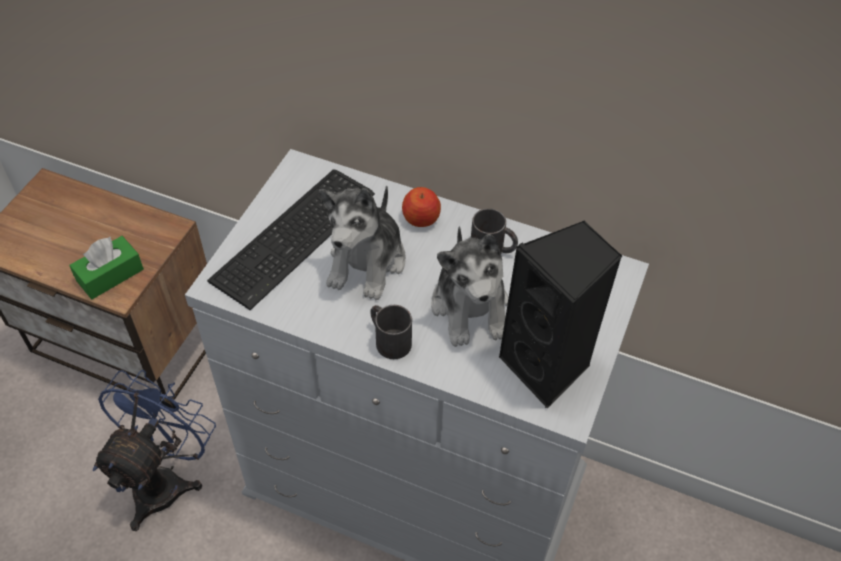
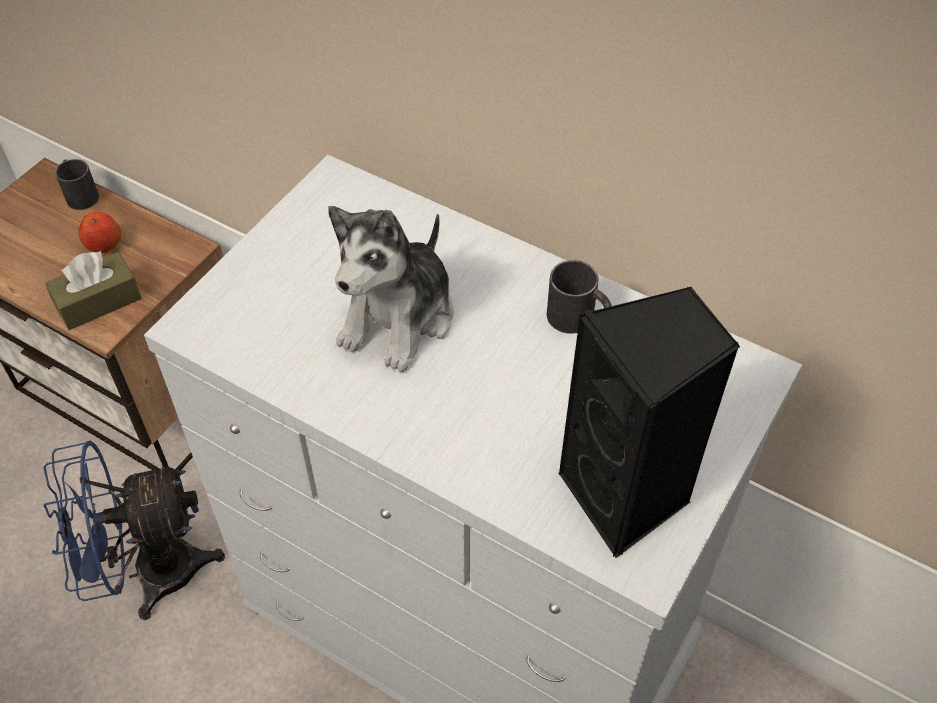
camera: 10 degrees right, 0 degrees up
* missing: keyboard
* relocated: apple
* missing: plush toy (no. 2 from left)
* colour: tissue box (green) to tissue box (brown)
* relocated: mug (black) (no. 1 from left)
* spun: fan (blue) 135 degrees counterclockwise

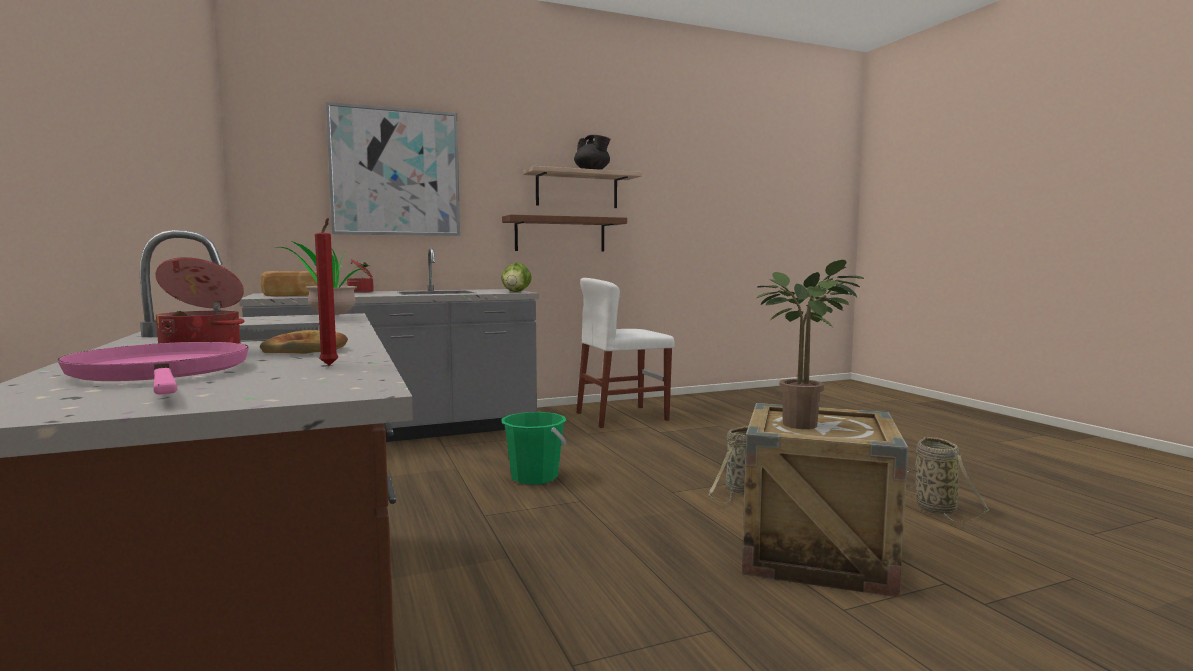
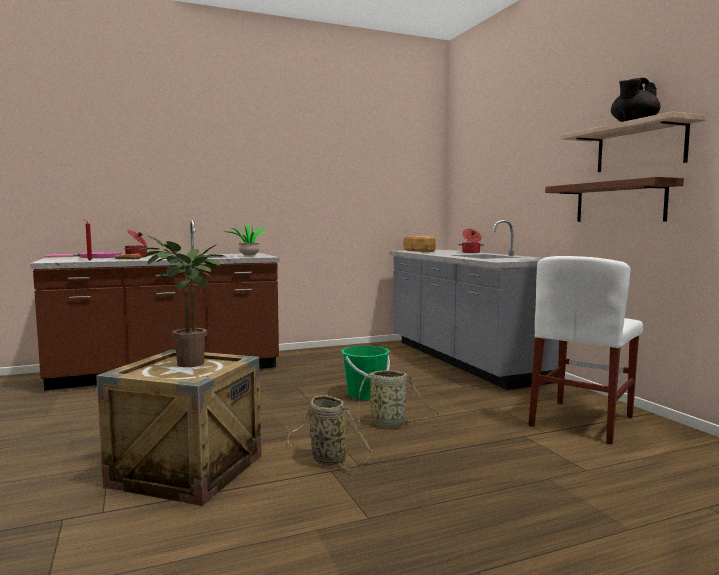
camera: 90 degrees right, 0 degrees up
* missing: picture
* missing: lettuce
* spun: chair (white) 120 degrees counterclockwise
* relocated: basket (no. 2 from left)

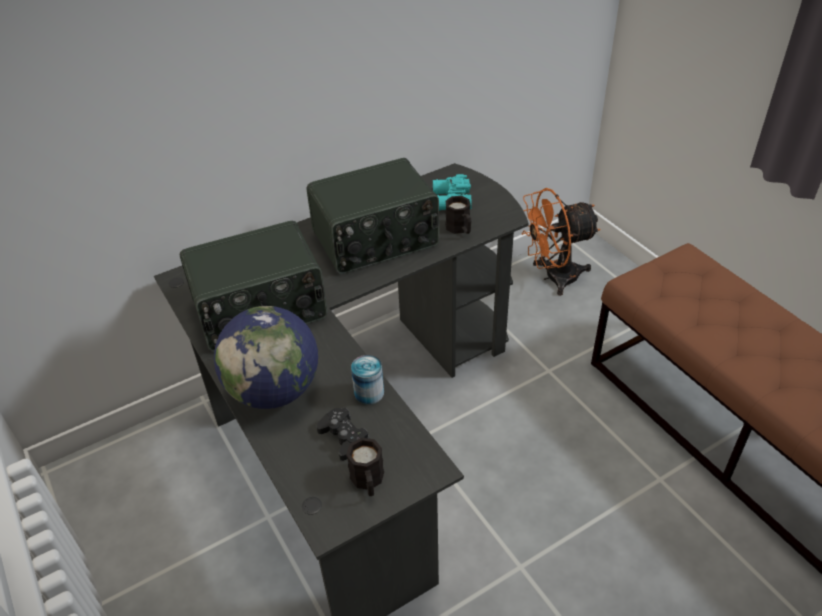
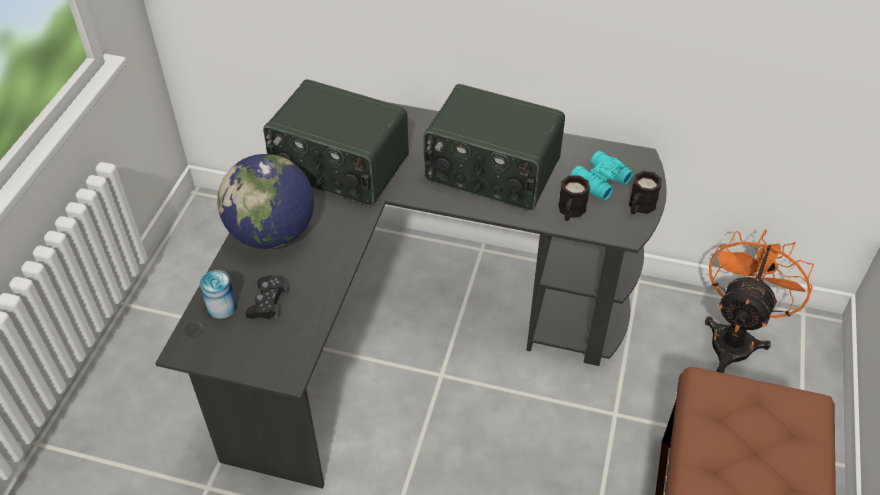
camera: 45 degrees right, 5 degrees up
* spun: fan (orange) 90 degrees clockwise
* relocated: can
* relocated: mug (black) (no. 1 from left in the first image) to mug (black) (no. 2 from left)

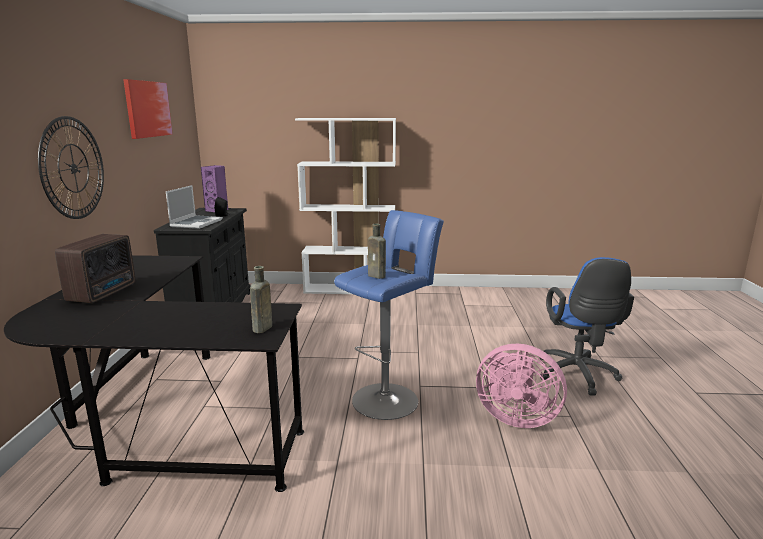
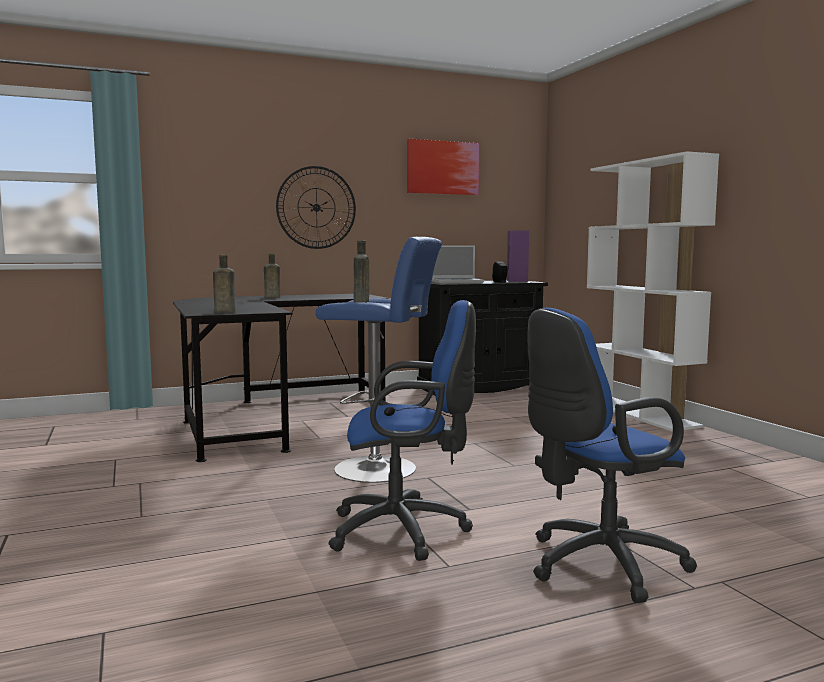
camera: 65 degrees right, 10 degrees down
* exchanged: radio to bottle (brown) (no. 2 from left)
* exchanged: fan (pink) to office chair (blue) (no. 1 from left)

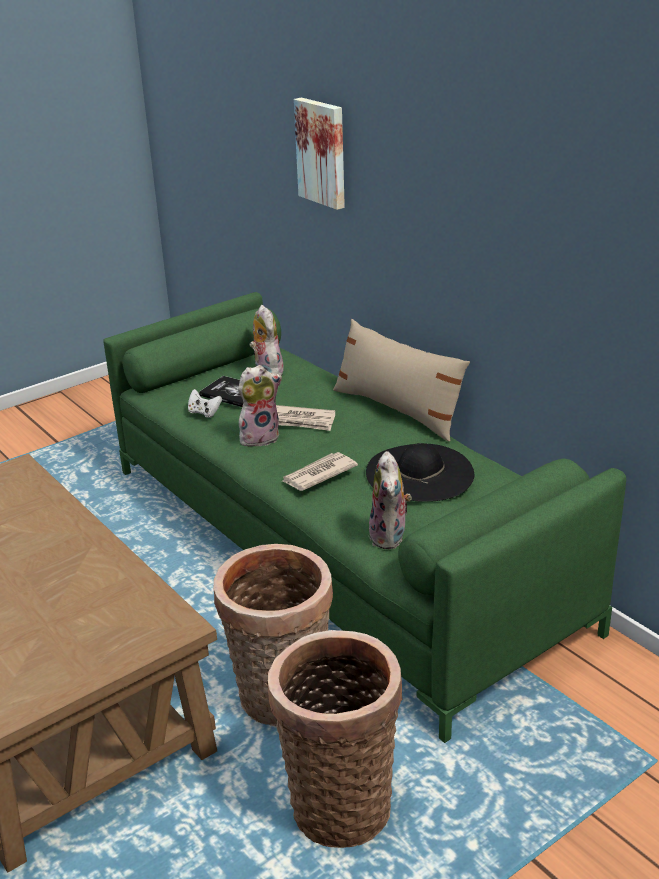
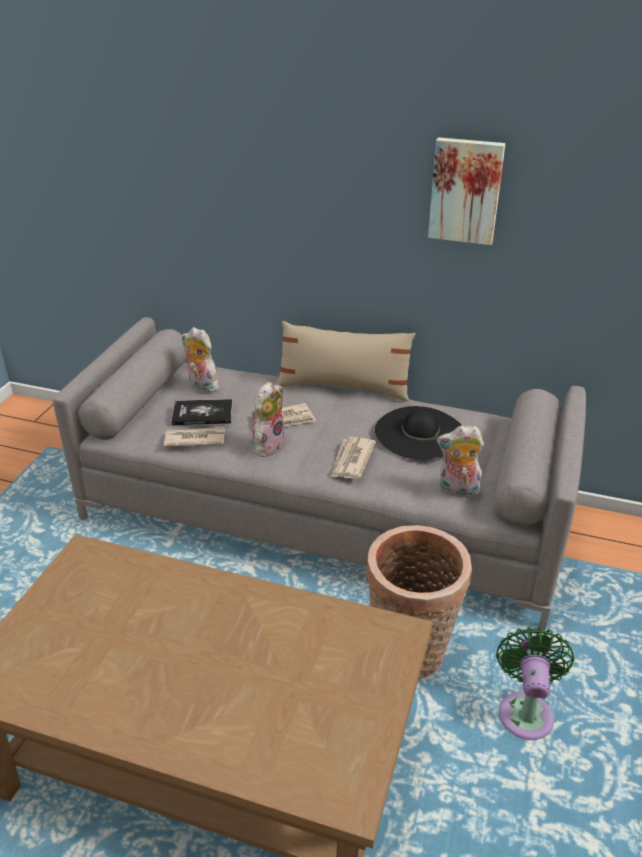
camera: 35 degrees left, 5 degrees up
* relocated: picture
* colour: sofa (green) to sofa (grey)
* exchanged: game controller (white) to newspaper (no. 1 from left)
* spun: plush toy (no. 3 from left) 135 degrees clockwise
* exchanged: basket (no. 2 from left) to fan (green)

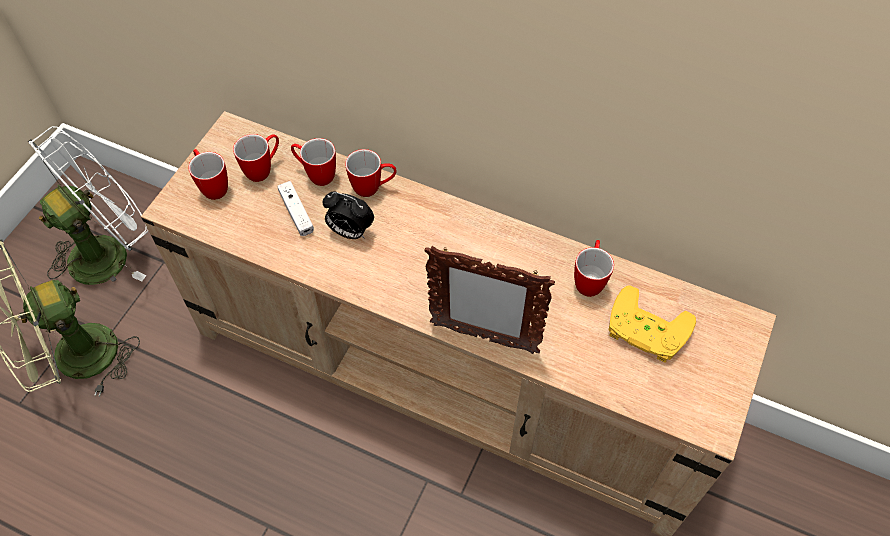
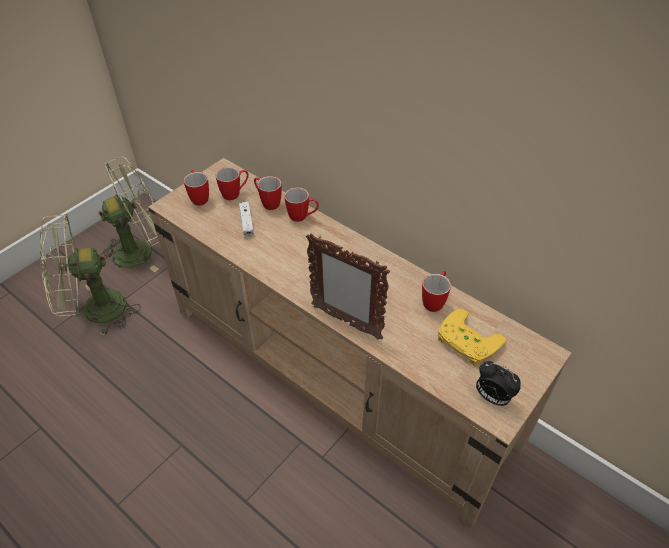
camera: 15 degrees right, 10 degrees down
* colour: fan (white) to fan (green) (no. 2 from left)
* relocated: alarm clock

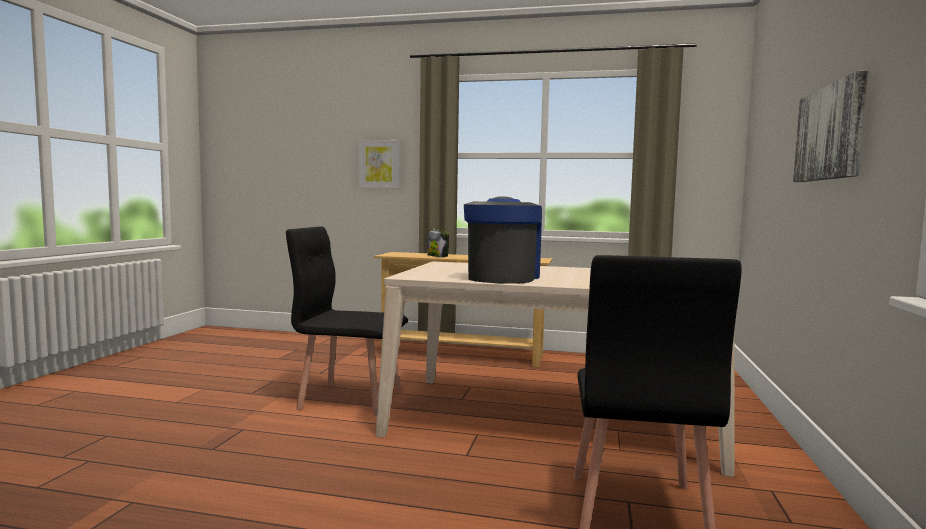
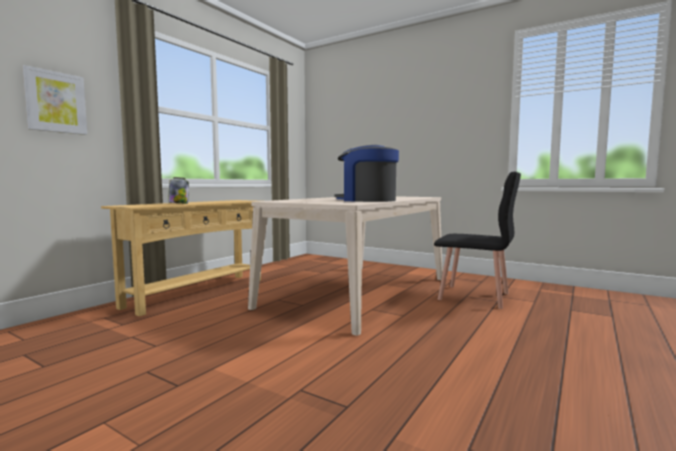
camera: 70 degrees left, 0 degrees up
* missing: picture (no. 2 from left)
* missing: chair (black) (no. 1 from left)

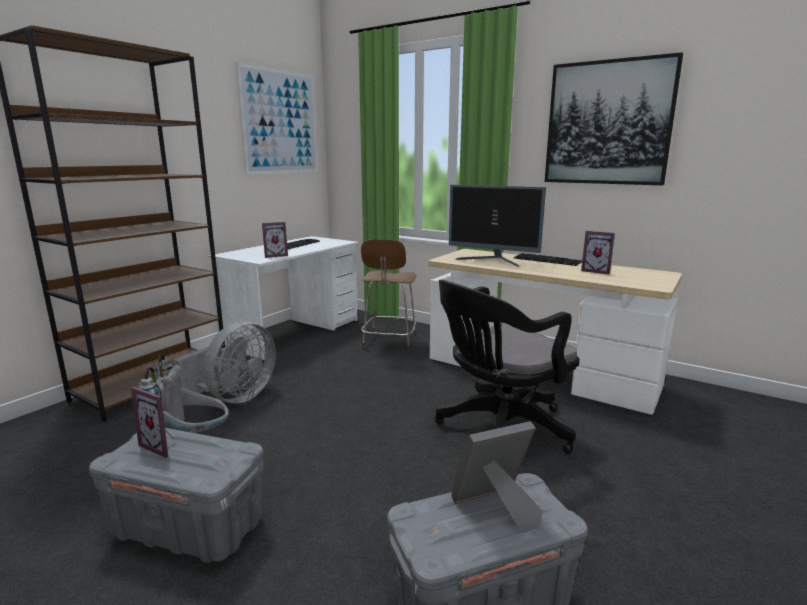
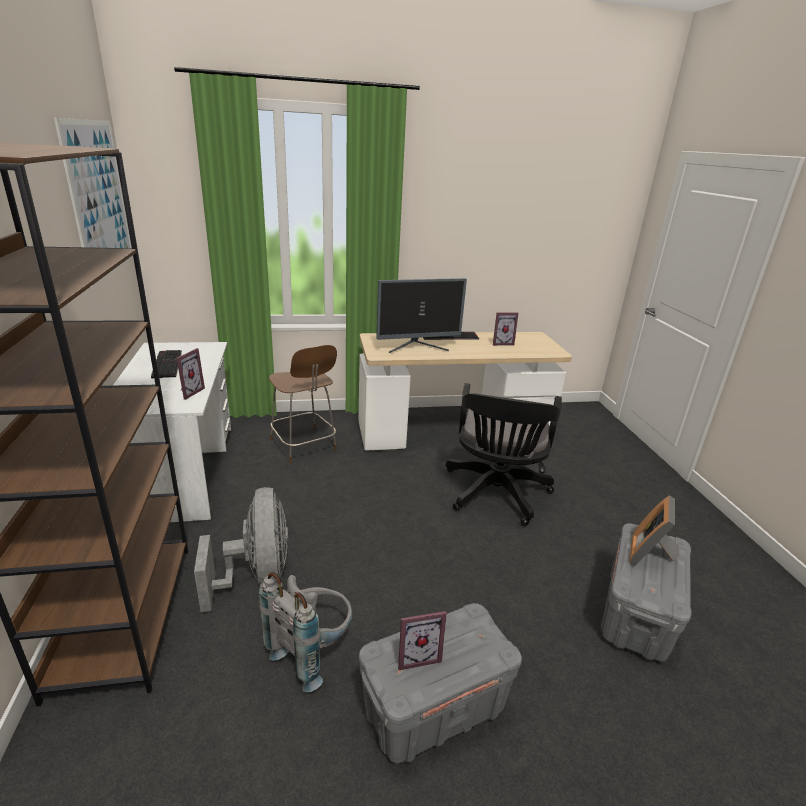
camera: 45 degrees left, 10 degrees up
* missing: picture (no. 2 from left)

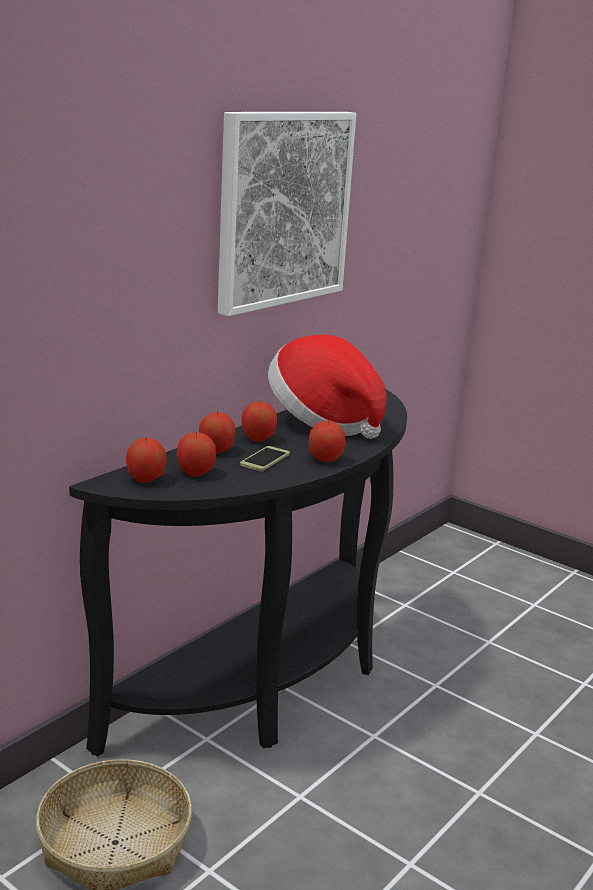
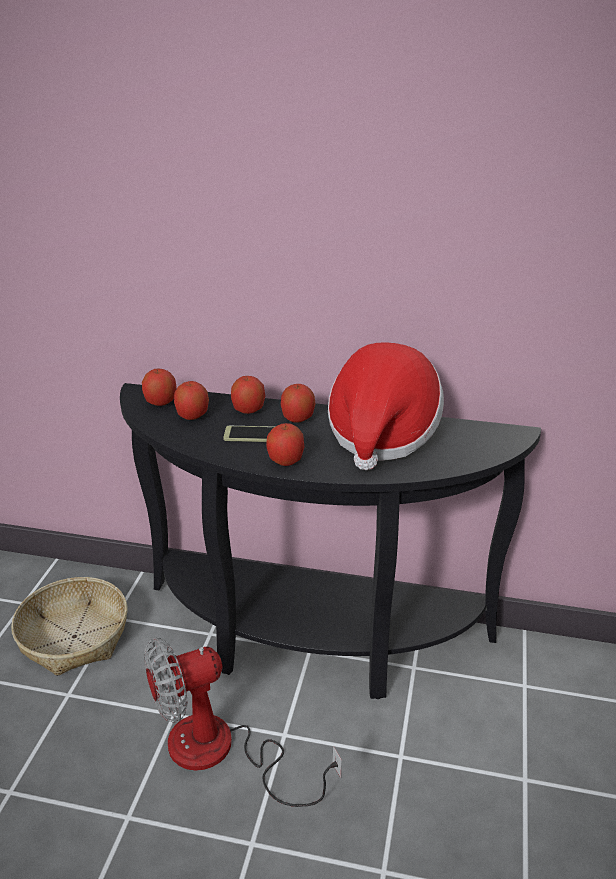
camera: 65 degrees right, 10 degrees up
* missing: picture
* appeared: fan

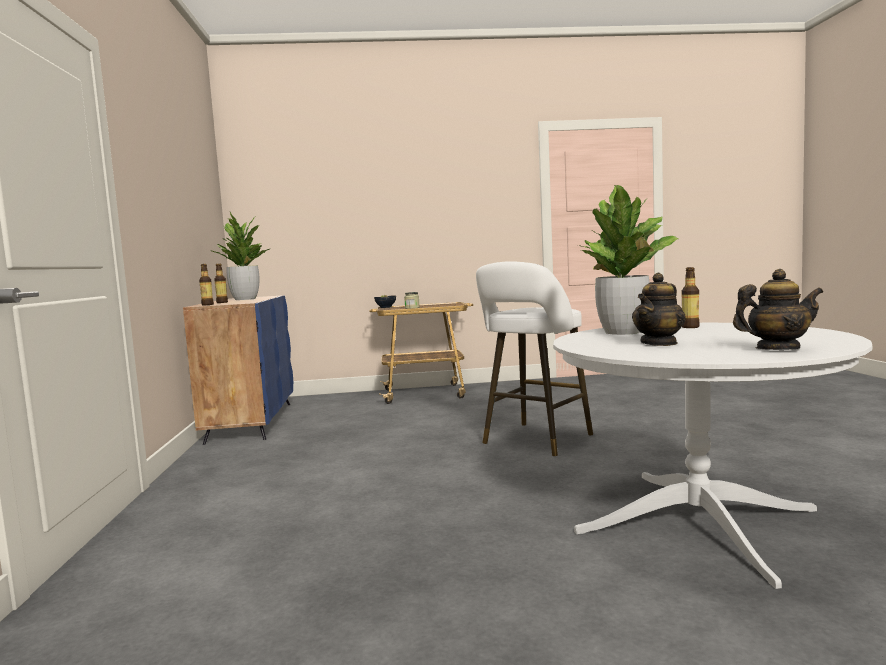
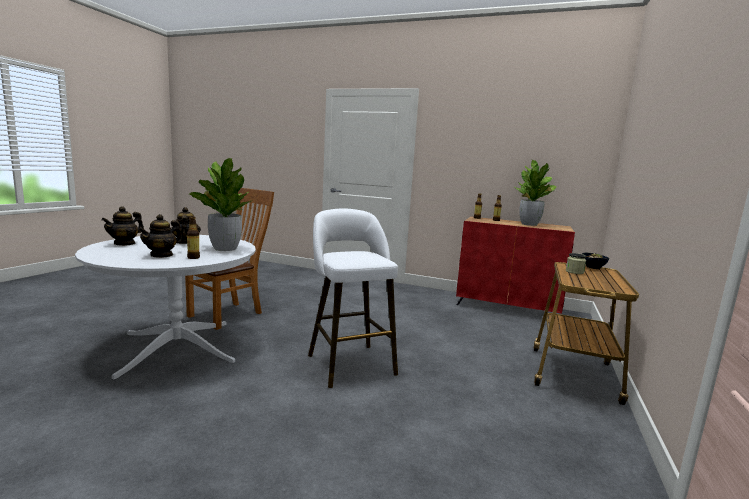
camera: 115 degrees right, 5 degrees up
* colour: cabinet (blue) to cabinet (red)
* appeared: chair (brown)
* appeared: teapot (no. 2 from left)

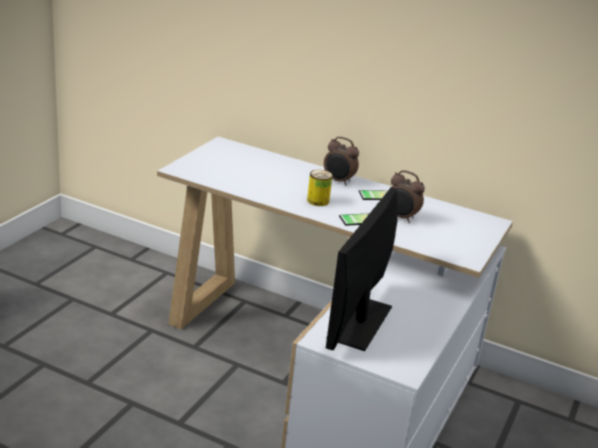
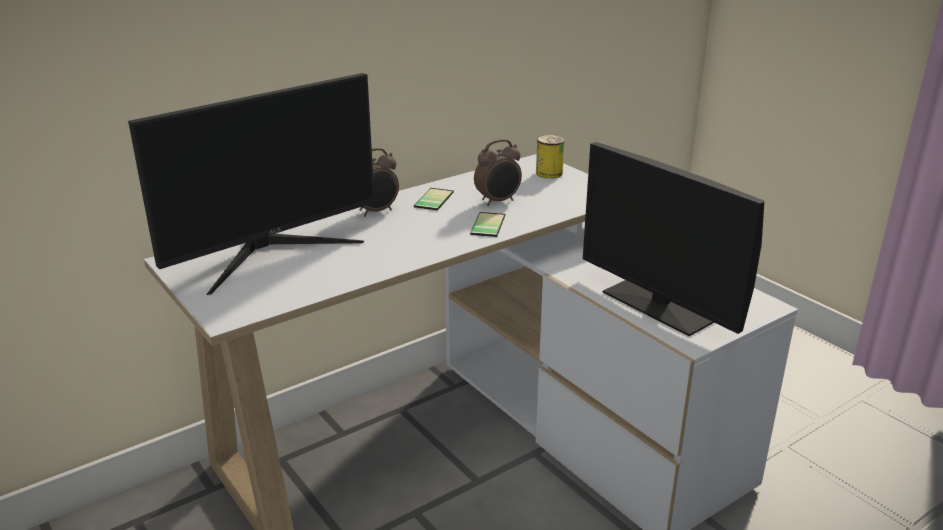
camera: 60 degrees left, 0 degrees up
* relocated: can
* appeared: monitor (no. 1 from left)

